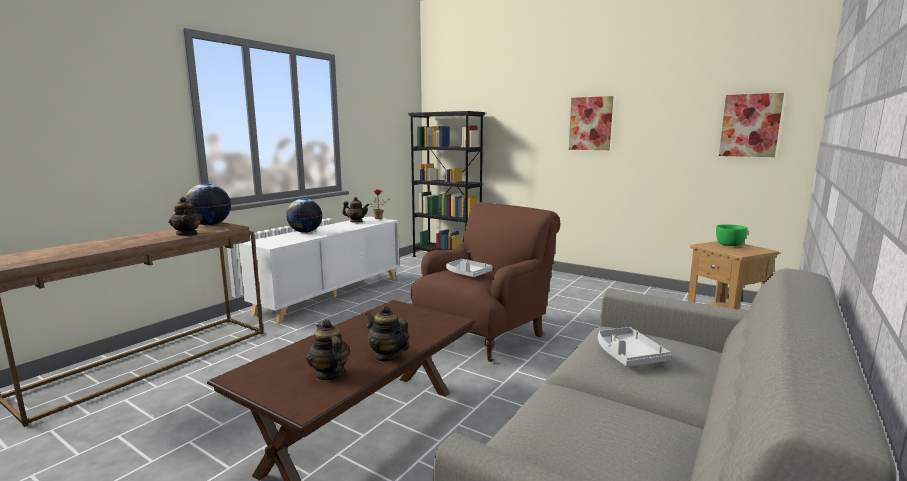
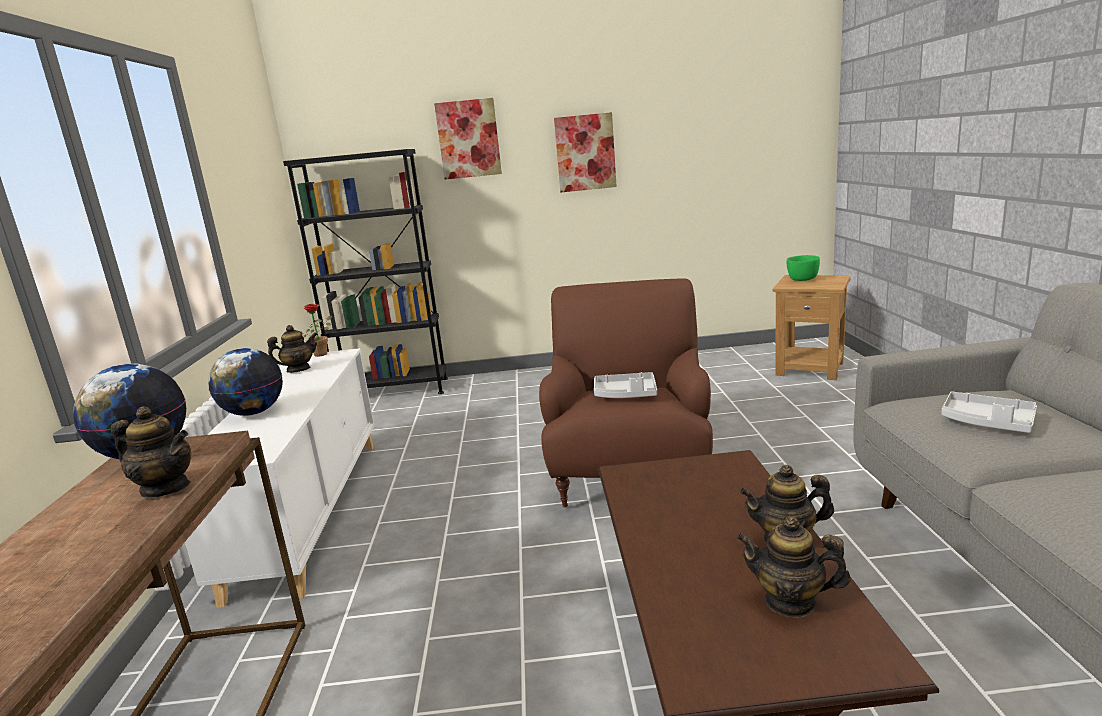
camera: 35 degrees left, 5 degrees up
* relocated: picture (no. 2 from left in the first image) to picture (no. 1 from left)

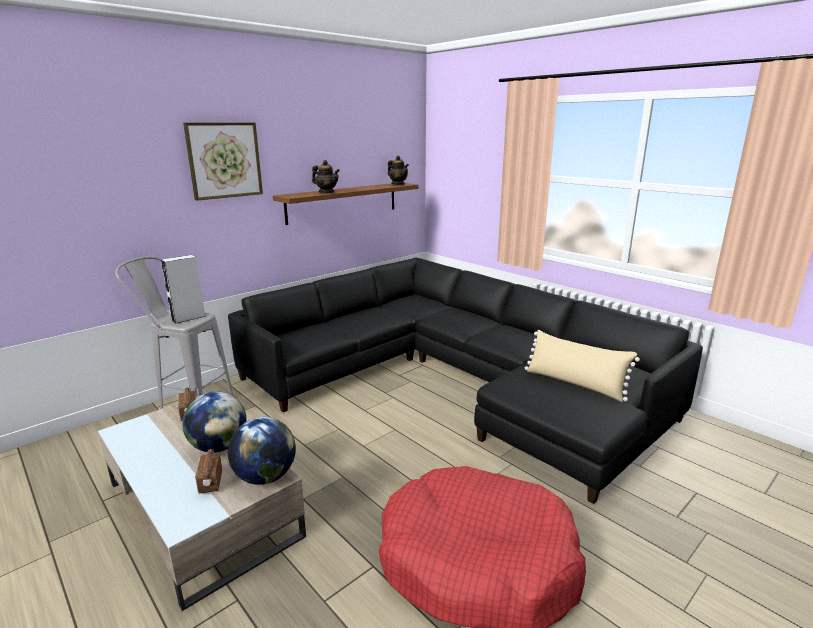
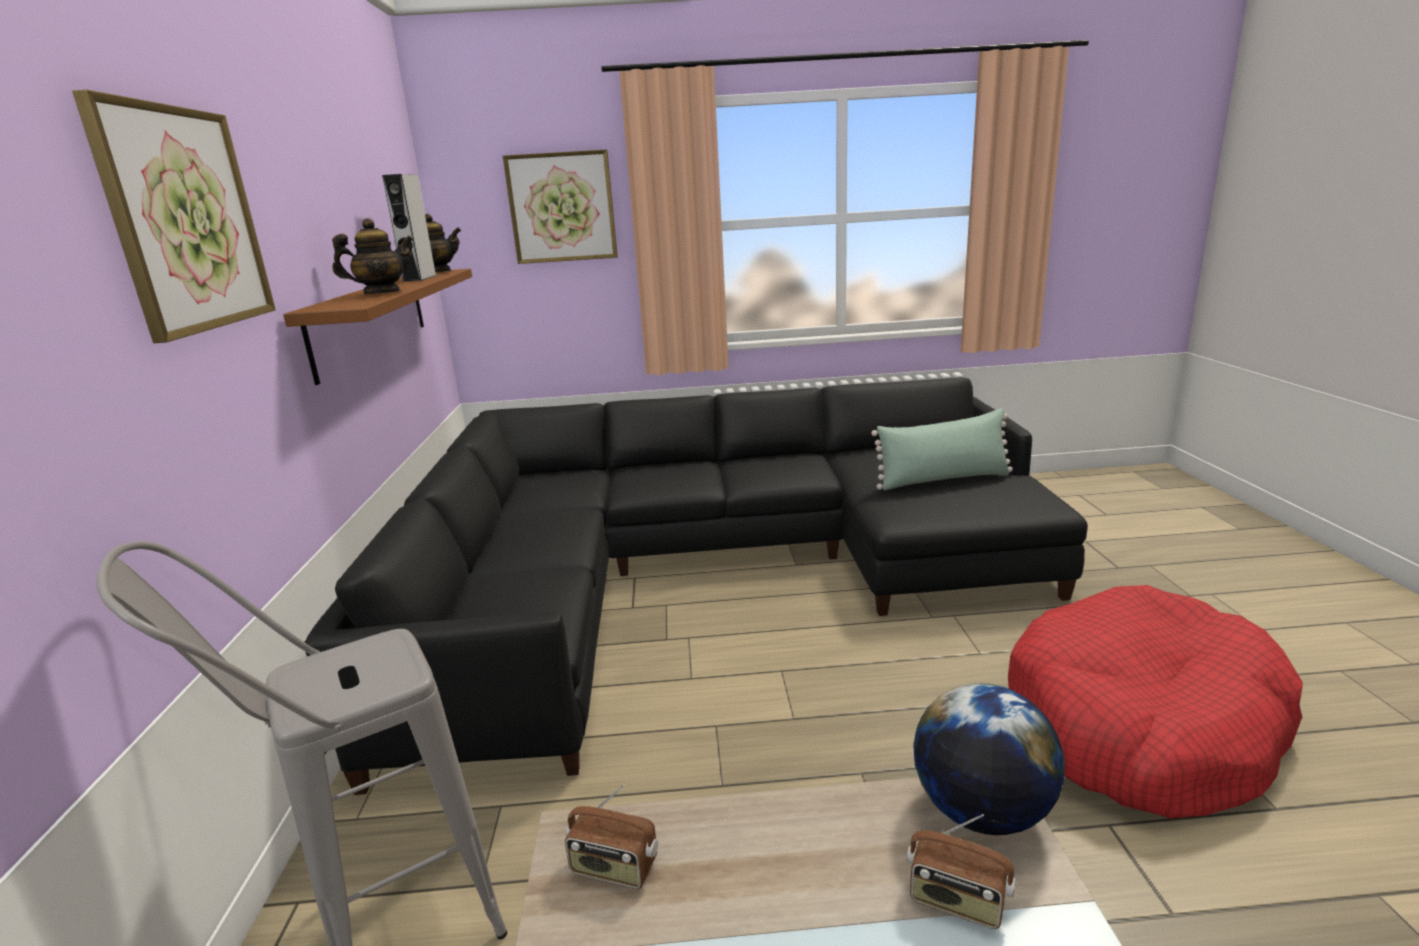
camera: 50 degrees left, 0 degrees up
* relocated: speaker (grey)
* colour: pillow (beige) to pillow (green)
* missing: globe (no. 1 from left)
* appeared: picture (no. 2 from left)

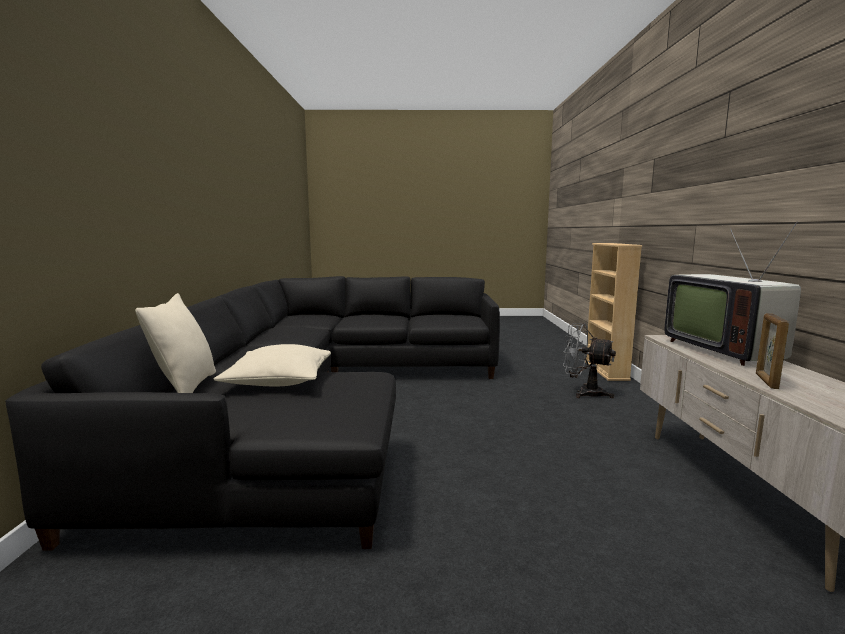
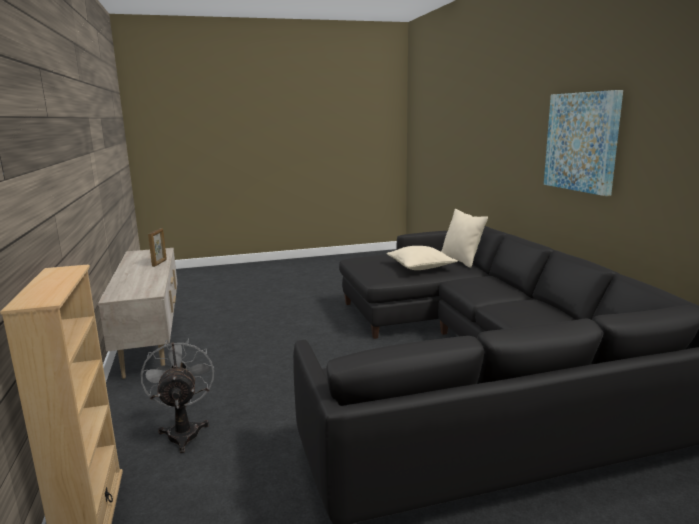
camera: 165 degrees right, 5 degrees up
* missing: television
* spun: fan (grey) 120 degrees counterclockwise
* appeared: picture

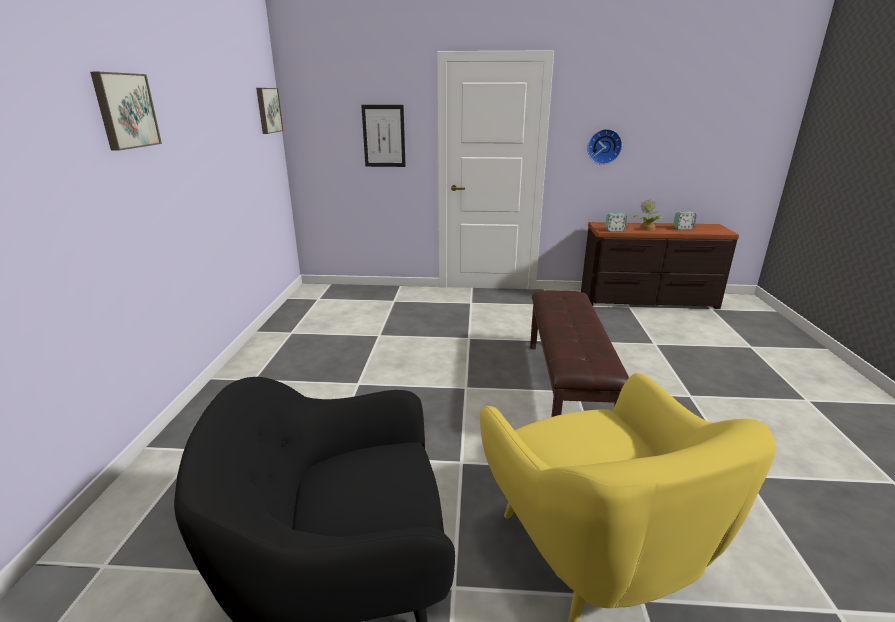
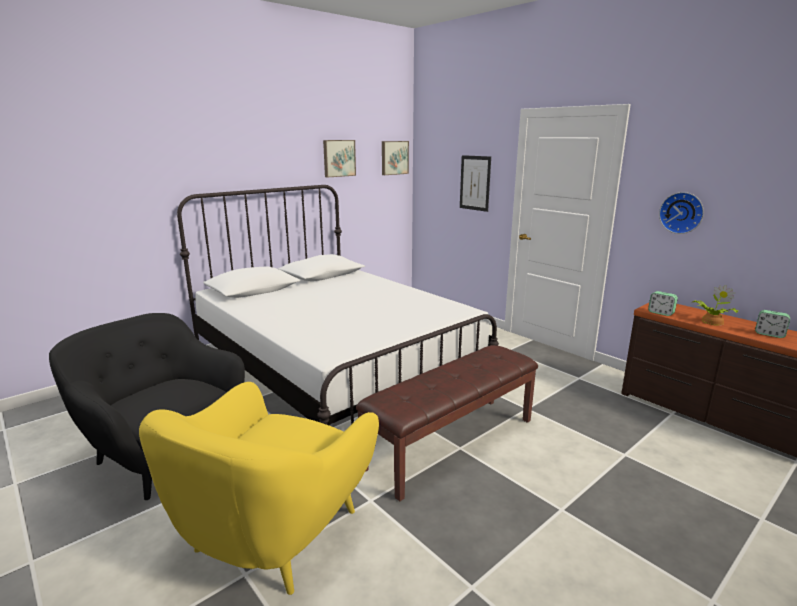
camera: 45 degrees right, 5 degrees down
* relocated: picture (no. 1 from left)
* appeared: bed (white)

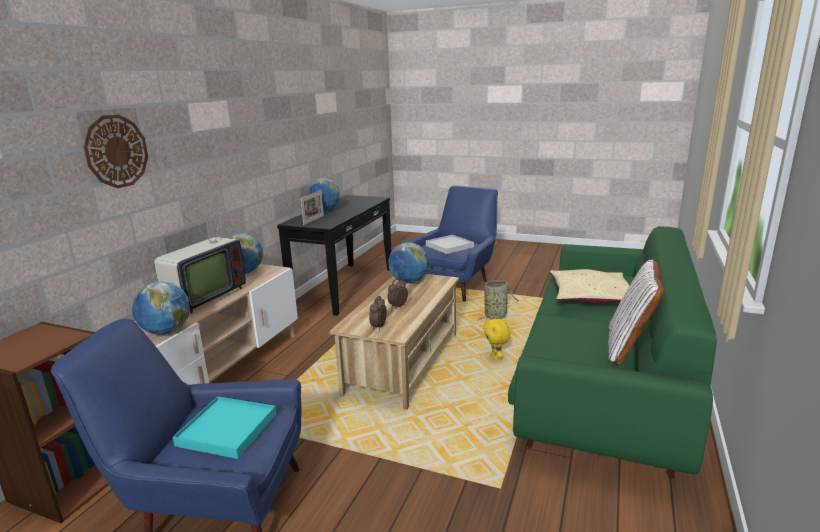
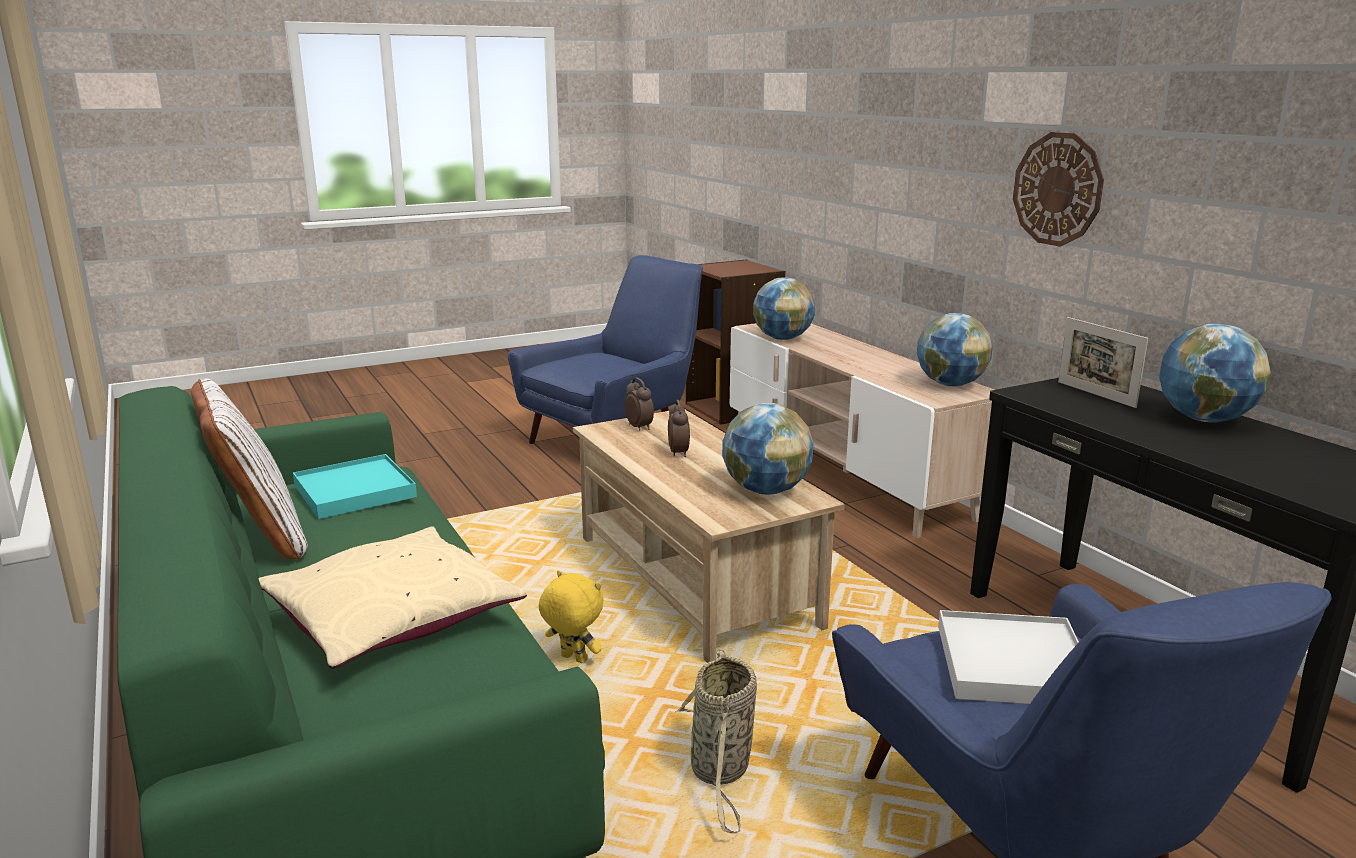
camera: 130 degrees right, 0 degrees up
* relocated: wall clock
* missing: television
* relocated: tray (turquoise)

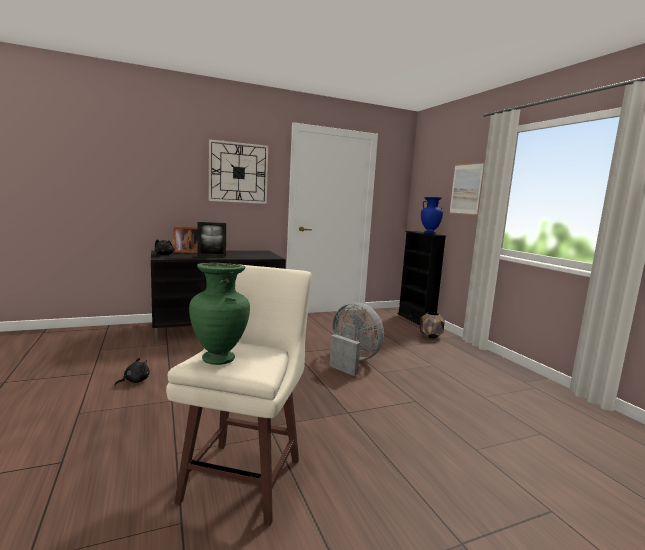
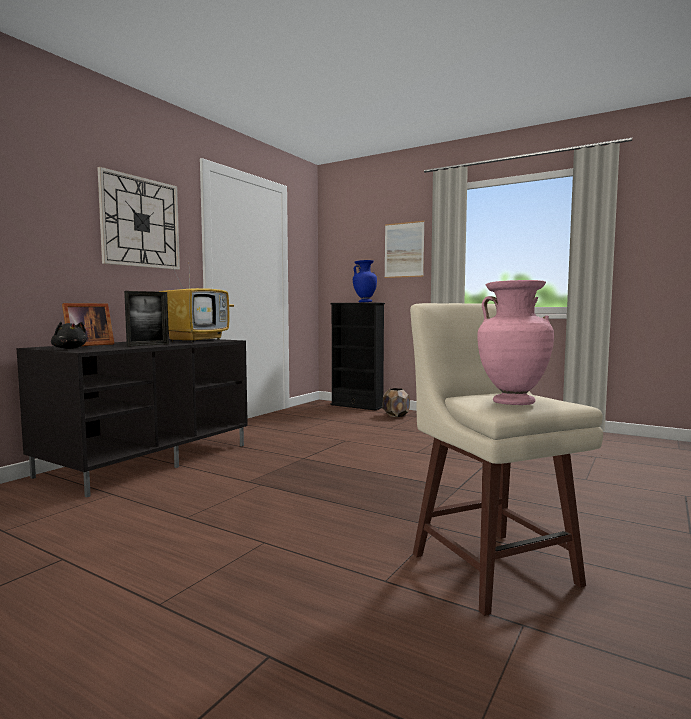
camera: 35 degrees left, 5 degrees down
* colour: vase (green) to vase (pink)
* missing: fan (grey)
* missing: plush toy (black) (no. 1 from left)
* appeared: television

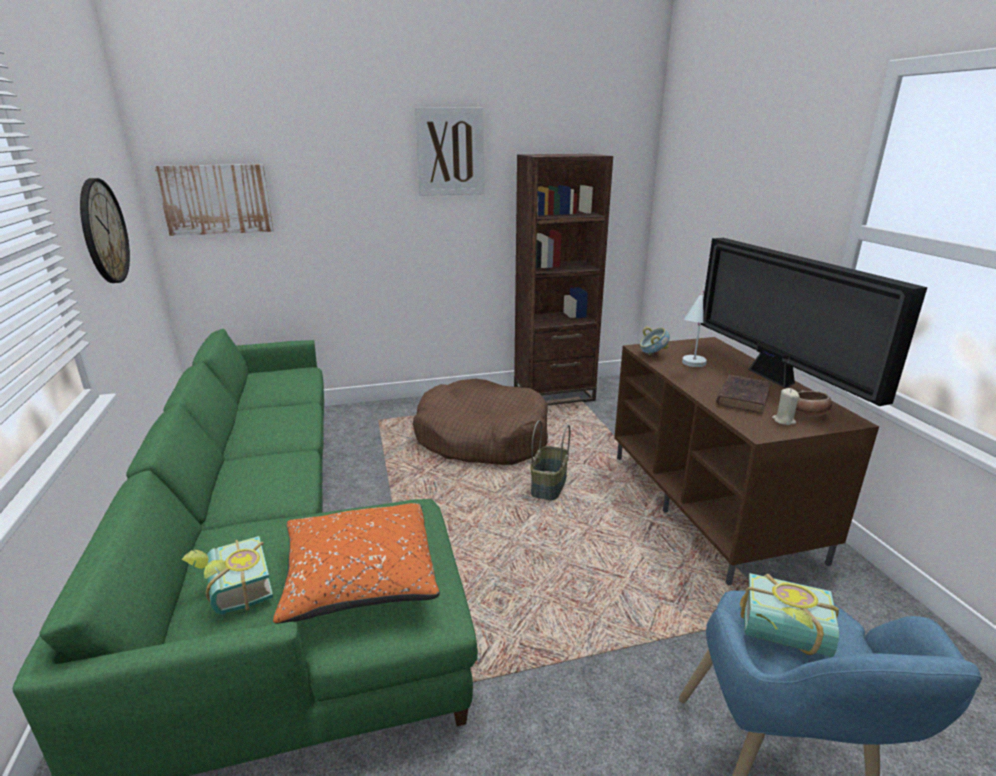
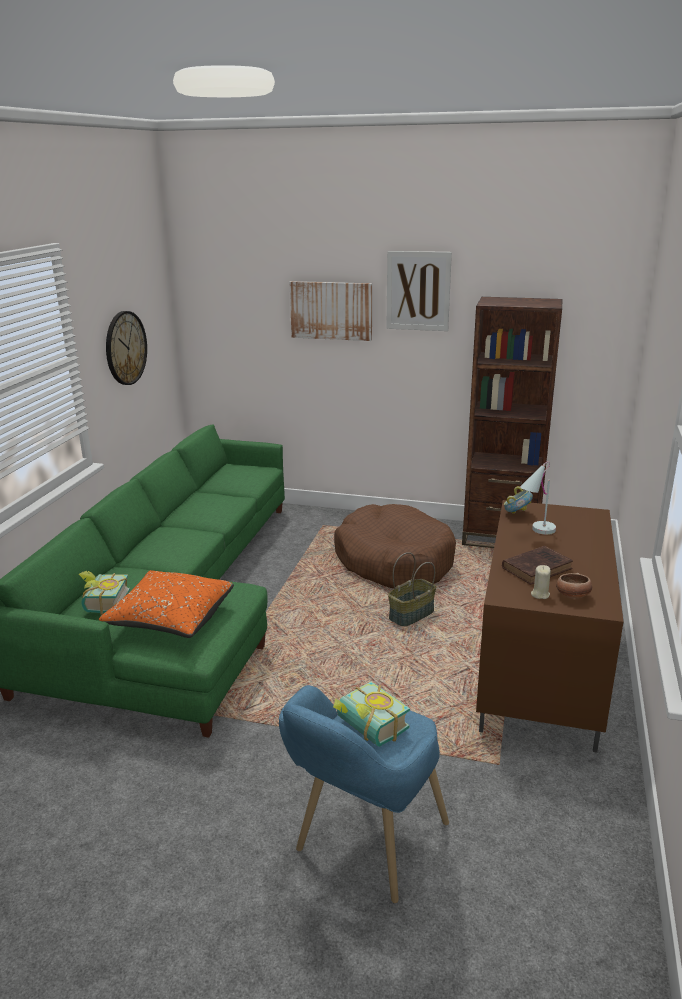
camera: 30 degrees right, 0 degrees up
* relocated: picture (no. 1 from left)
* missing: television

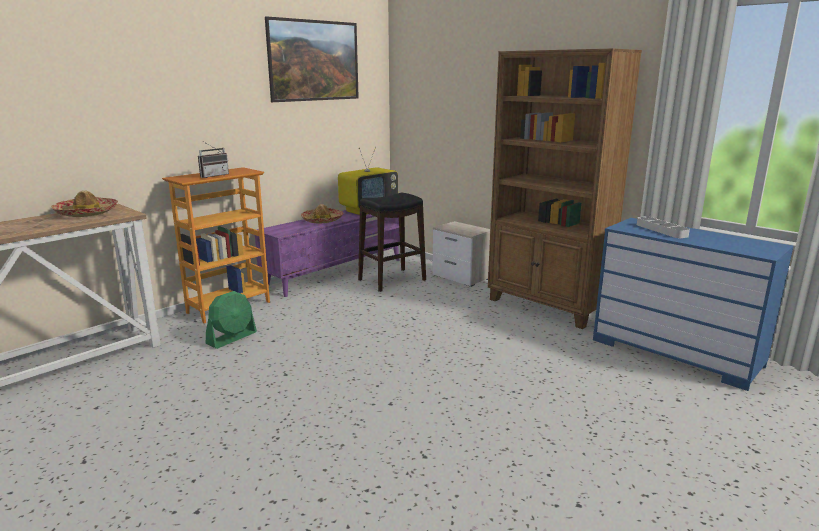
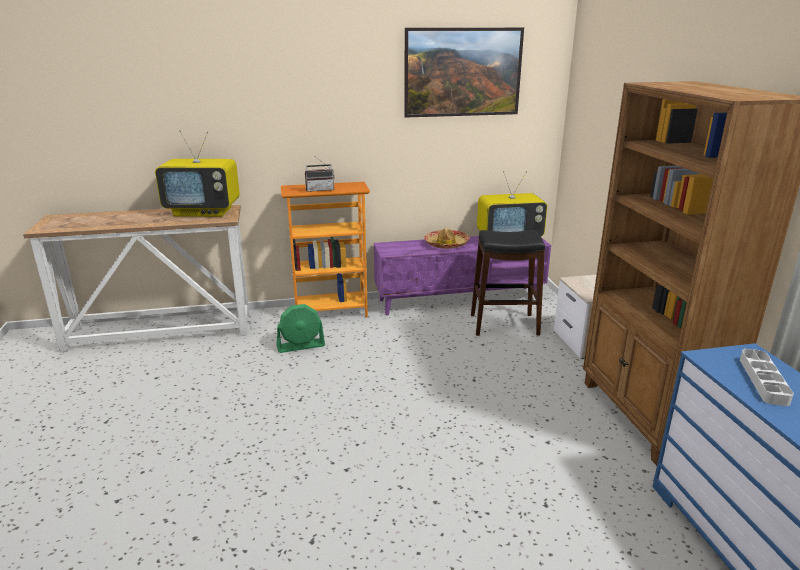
camera: 35 degrees right, 5 degrees up
* exchanged: hat (no. 1 from left) to television (no. 1 from left)

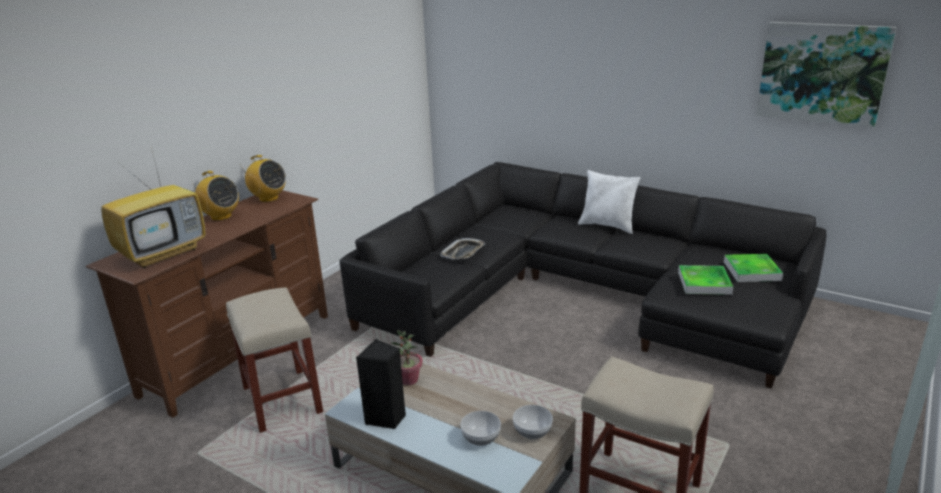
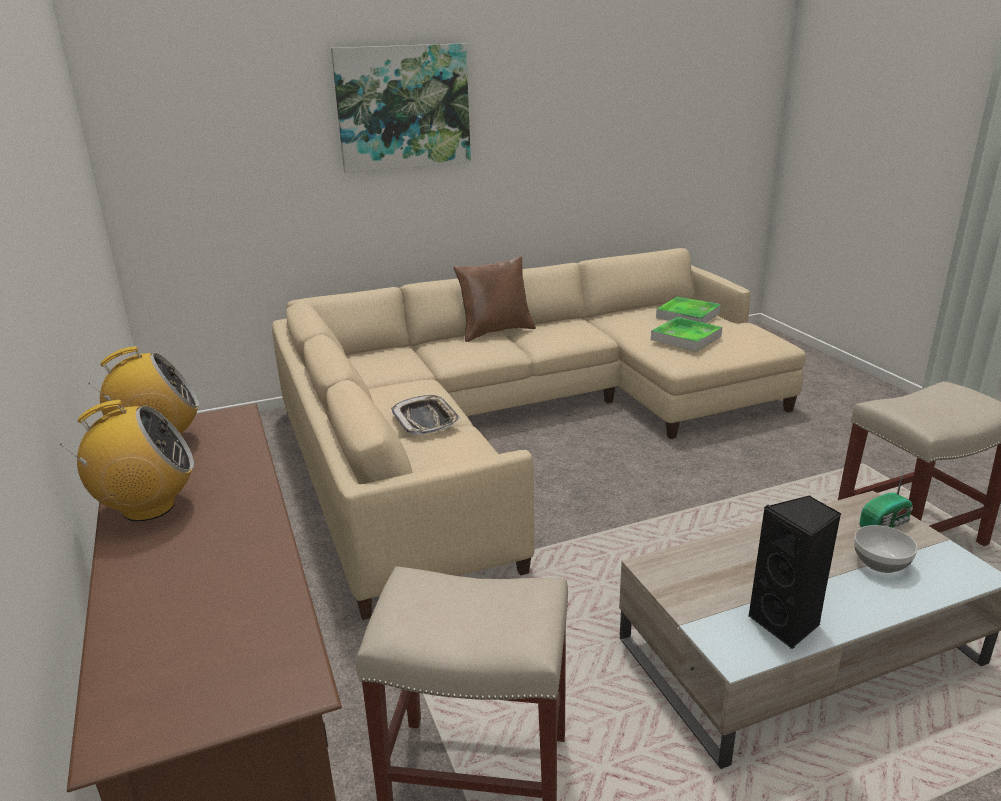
camera: 55 degrees left, 0 degrees up
* relocated: picture
* missing: television
* colour: sofa (black) to sofa (beige)
* colour: pillow (white) to pillow (brown)
* missing: potted plant
* exchanged: bowl (no. 2 from left) to radio (no. 3 from left)

